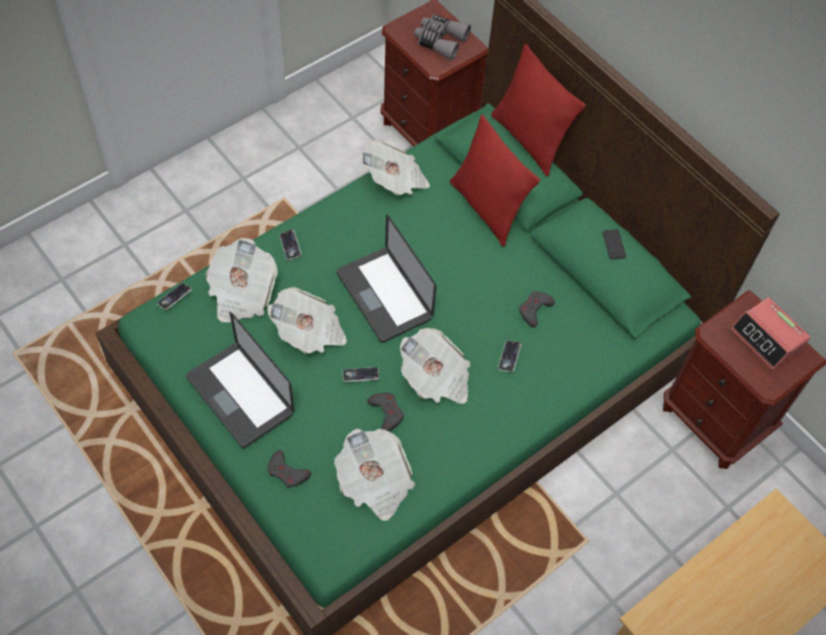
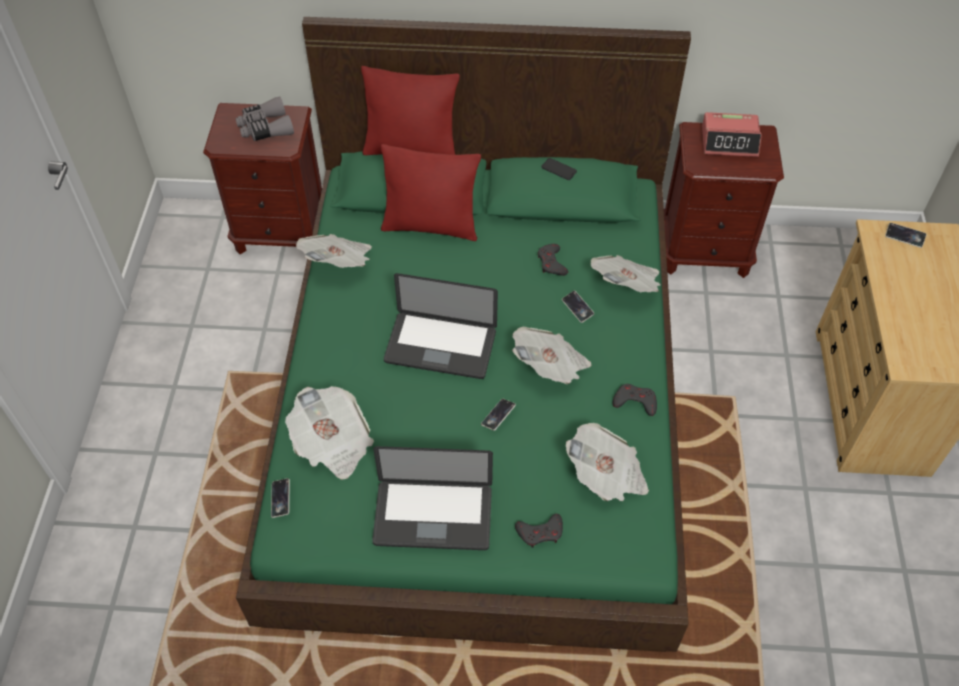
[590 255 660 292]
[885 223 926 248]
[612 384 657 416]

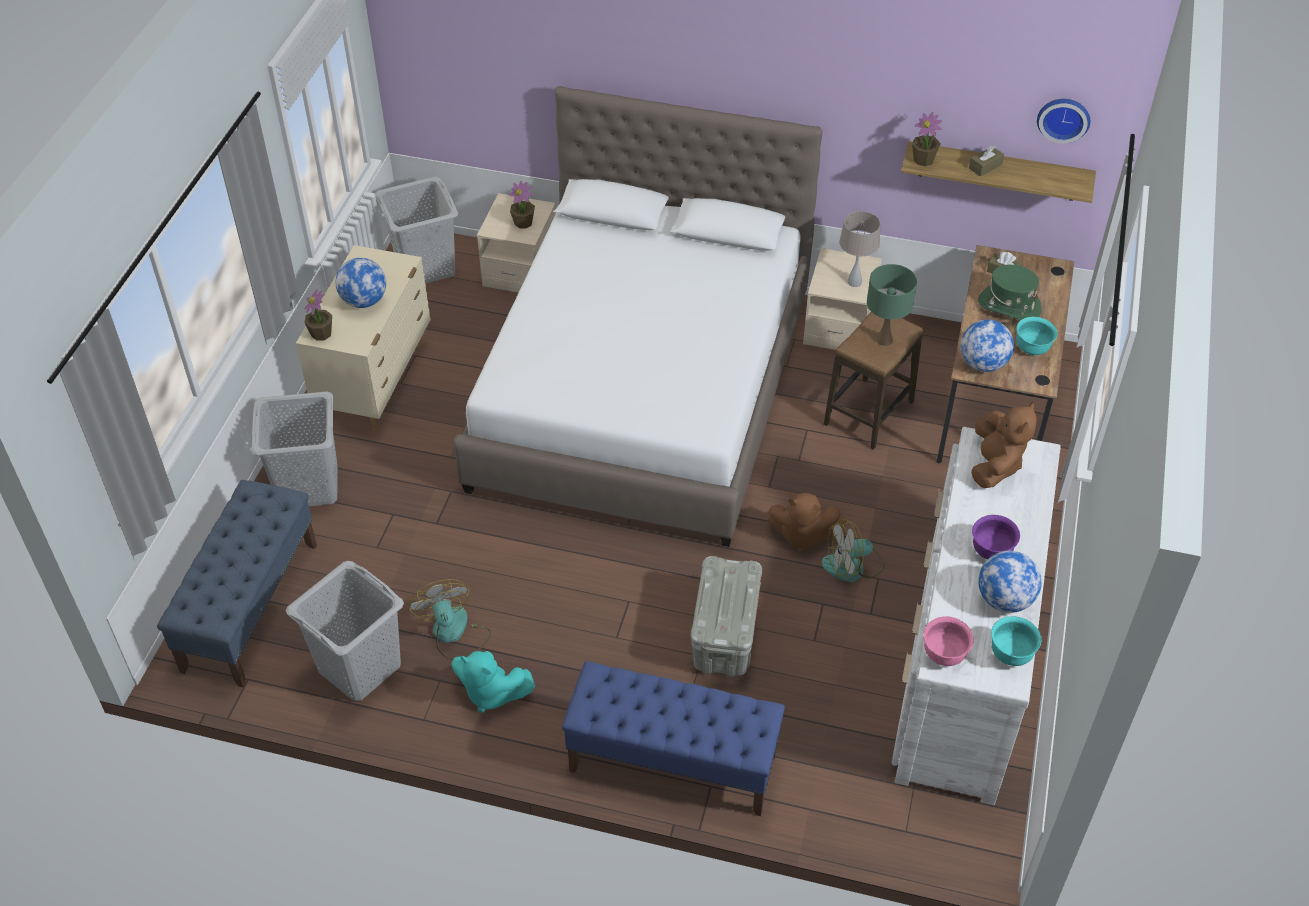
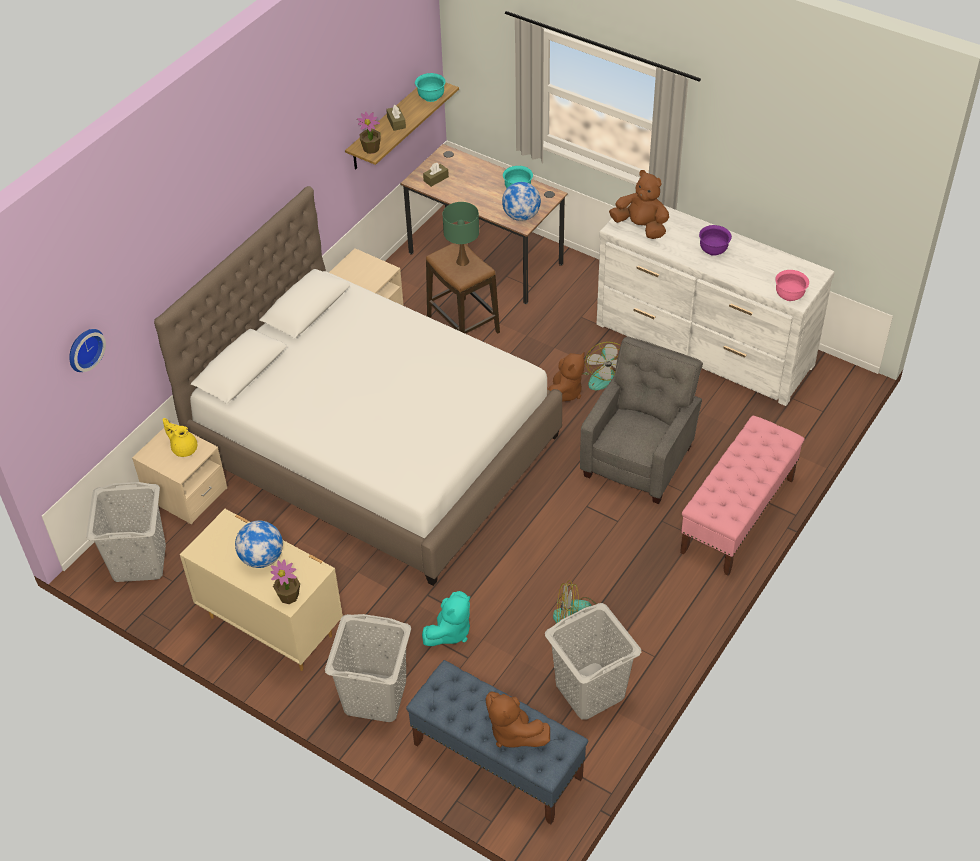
[839 211 881 287] (first image)
[978 265 1041 320] (first image)
[978 551 1042 613] (first image)
[485 691 550 748]
[422 591 470 646]
[415 73 446 102]
[70 329 106 372]
[163 418 197 457]
[580 336 703 504]
[680 415 805 576]

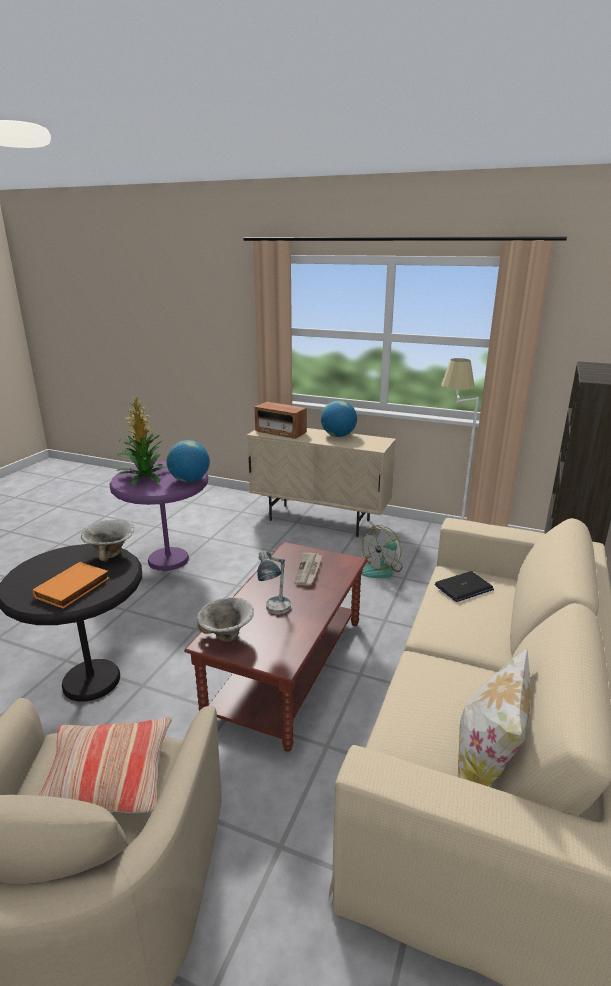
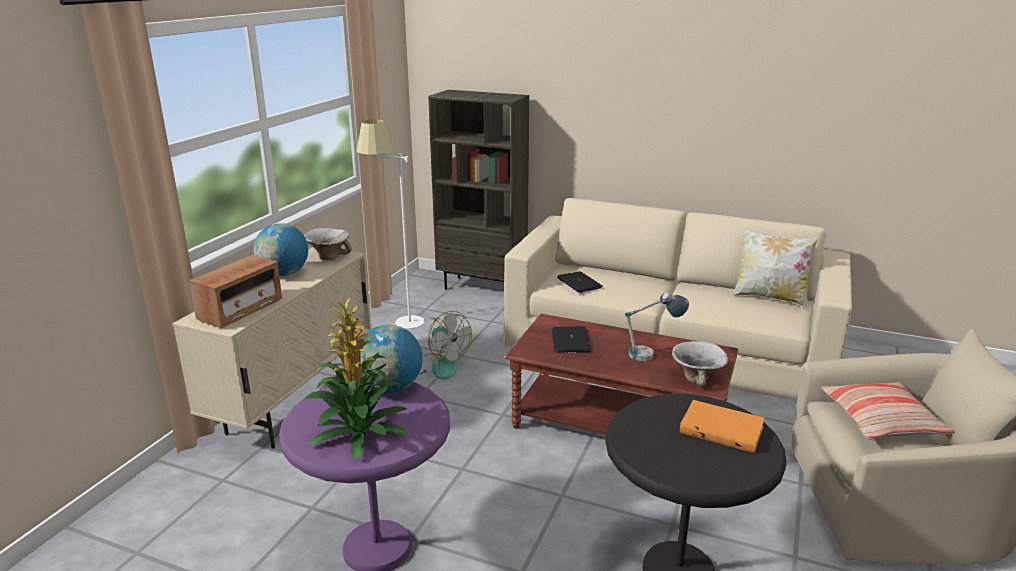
[304 228 352 260]
[551 326 591 353]

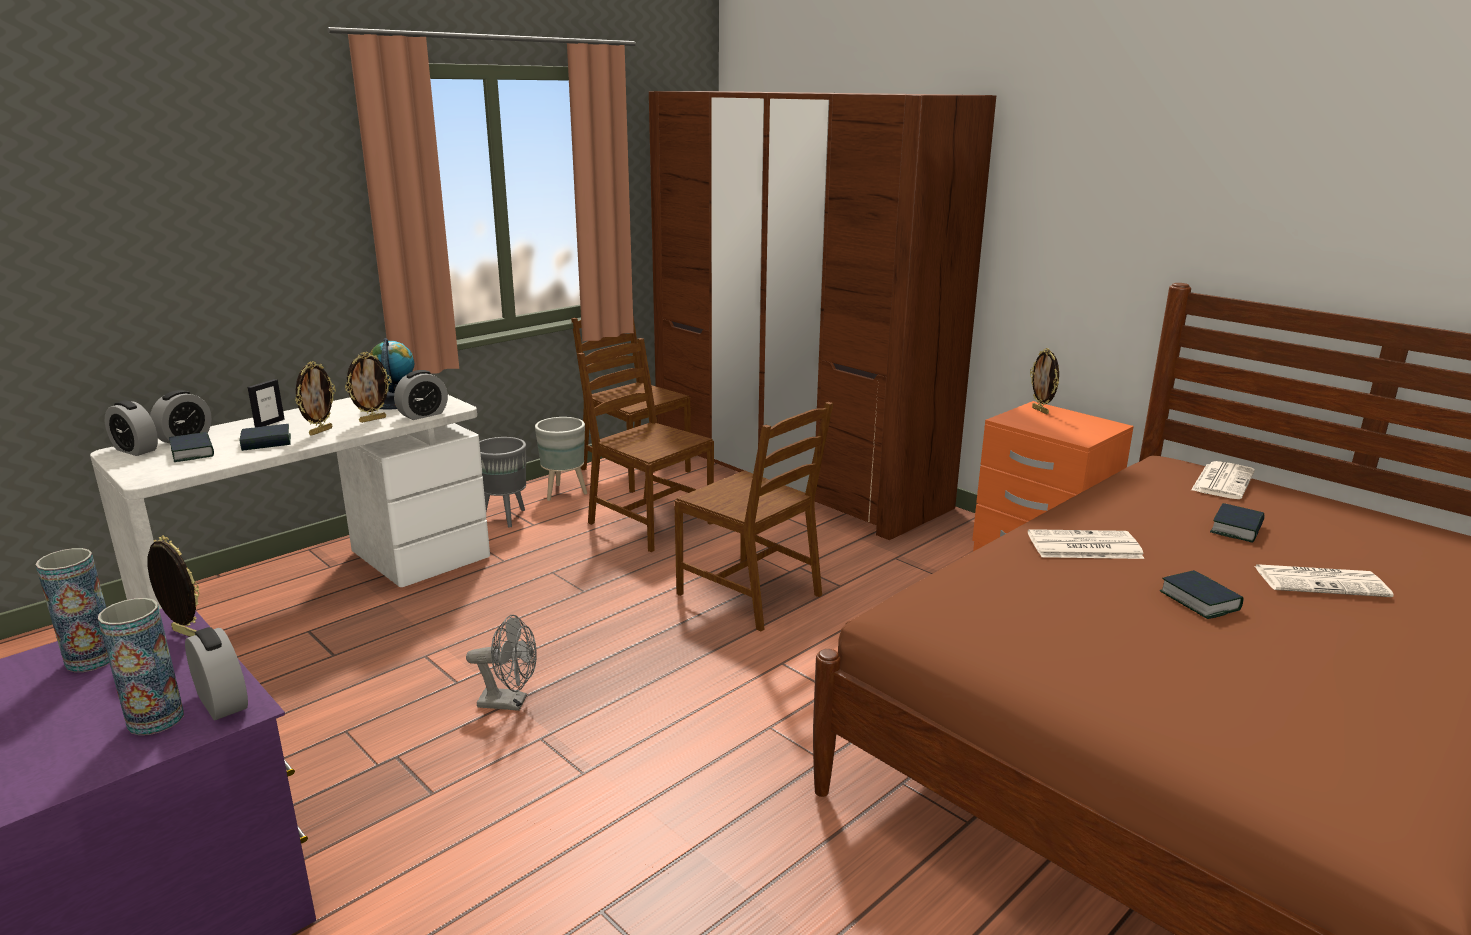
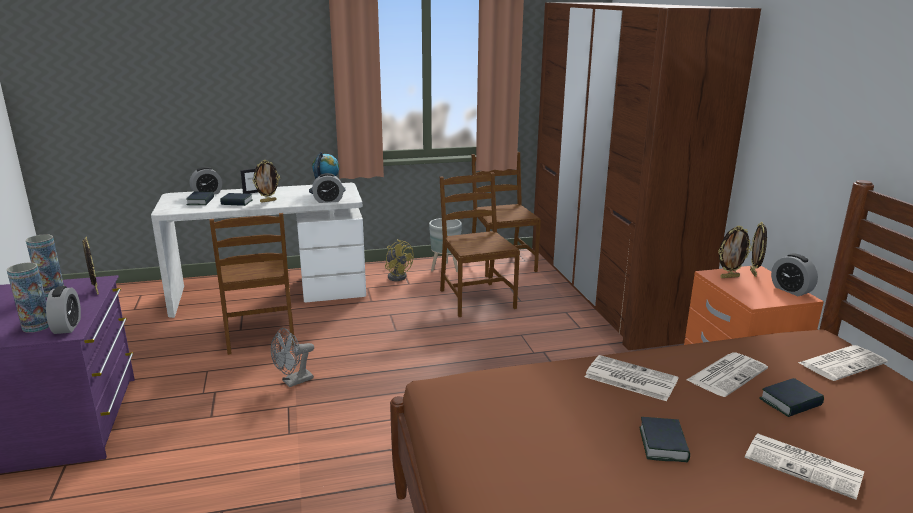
[687 352 768 397]
[771 254 818 296]
[718 226 752 278]
[209 213 295 355]
[385 239 414 281]
[271 328 314 387]

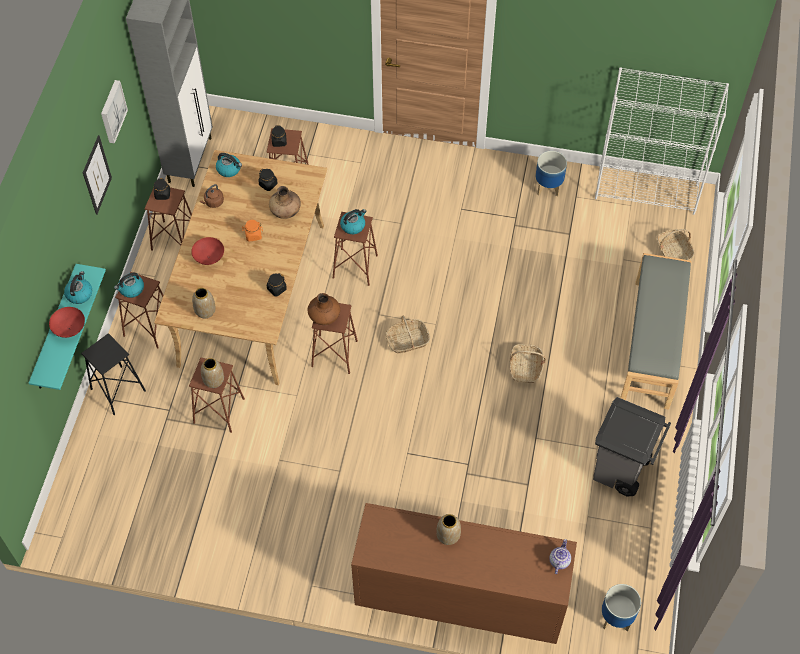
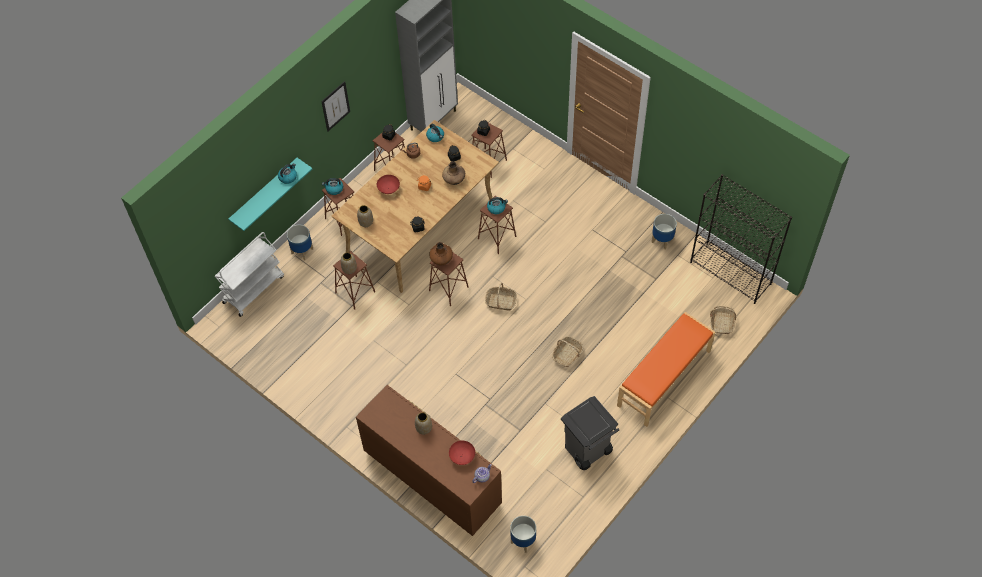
[101 80 128 144] (first image)
[215 232 284 317]
[449 441 475 465]
[287 225 313 260]
[690 174 792 304]
[617 312 715 427]

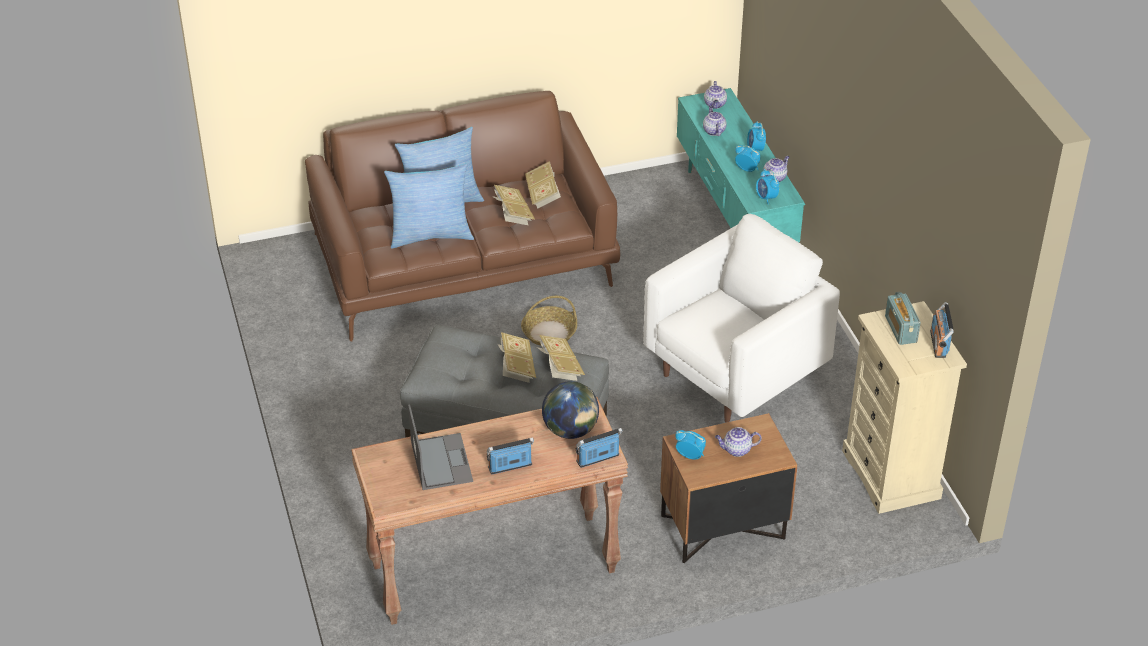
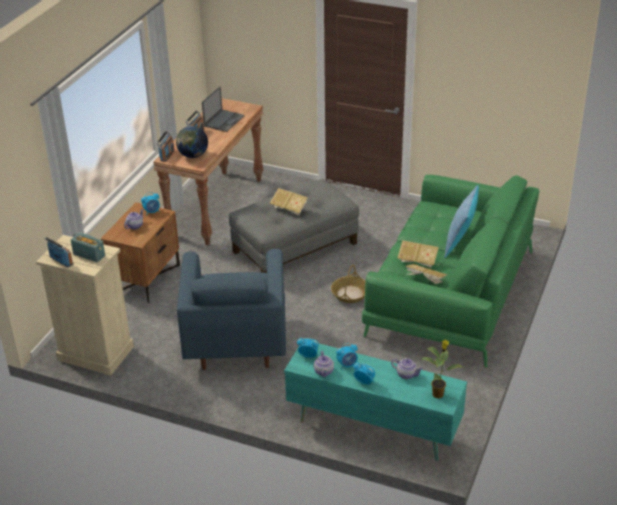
[384 163 474 249] (first image)
[537 335 585 381] (first image)
[422 340 464 398]
[362 175 539 368]
[177 249 286 370]
[202 86 244 132]

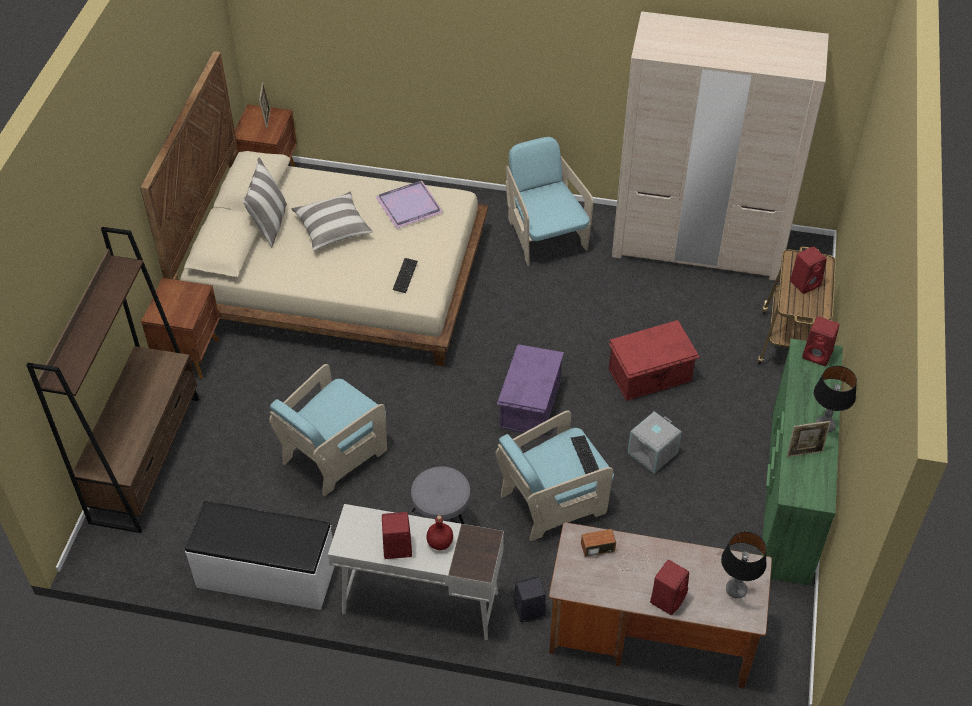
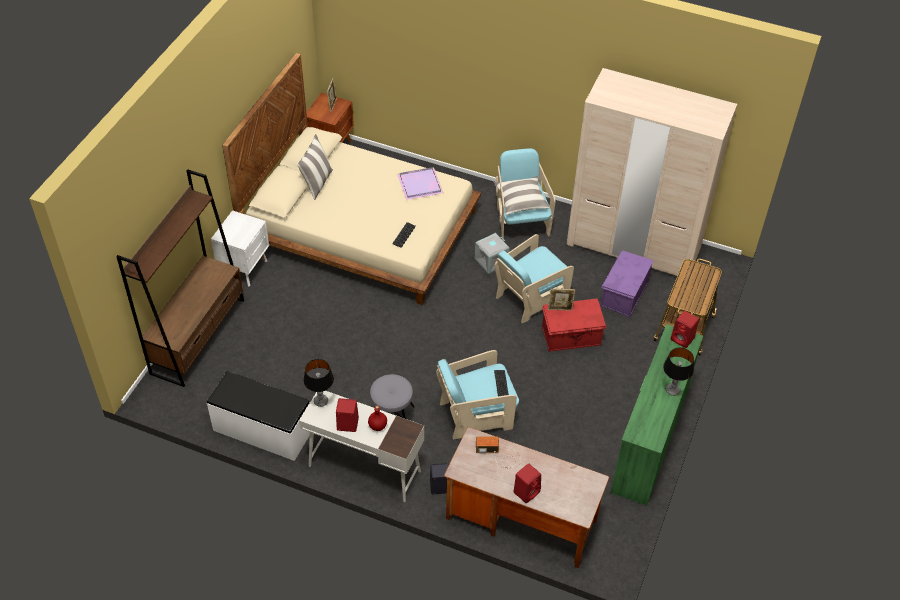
[790 246 827 294] (first image)
[495 234 574 323]
[494 176 550 215]
[600 250 654 317]
[475 233 510 274]
[303 359 334 407]
[548 289 575 311]
[211 210 269 287]

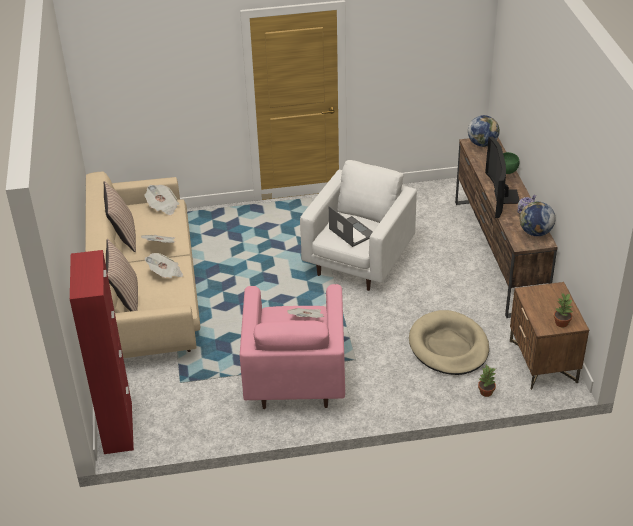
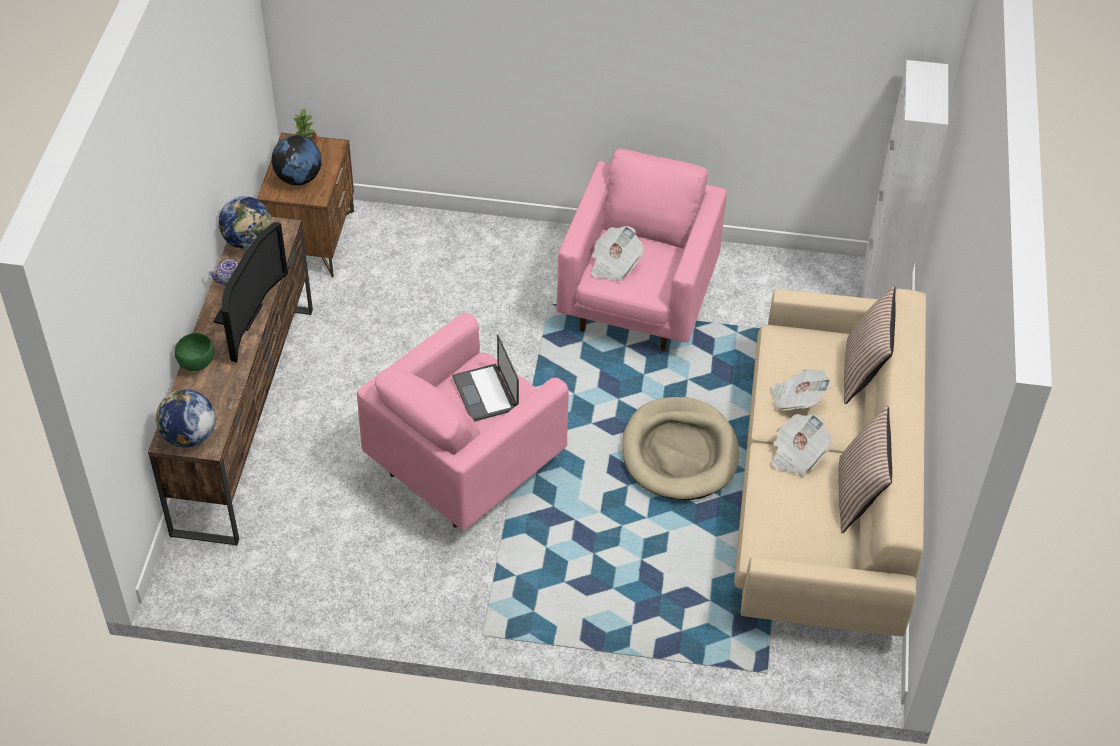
[145 185 180 215] (first image)
[478 365 496 397] (first image)
[272 135 322 185]
[622 397 739 500]
[863 60 948 299]
[357 313 569 530]

